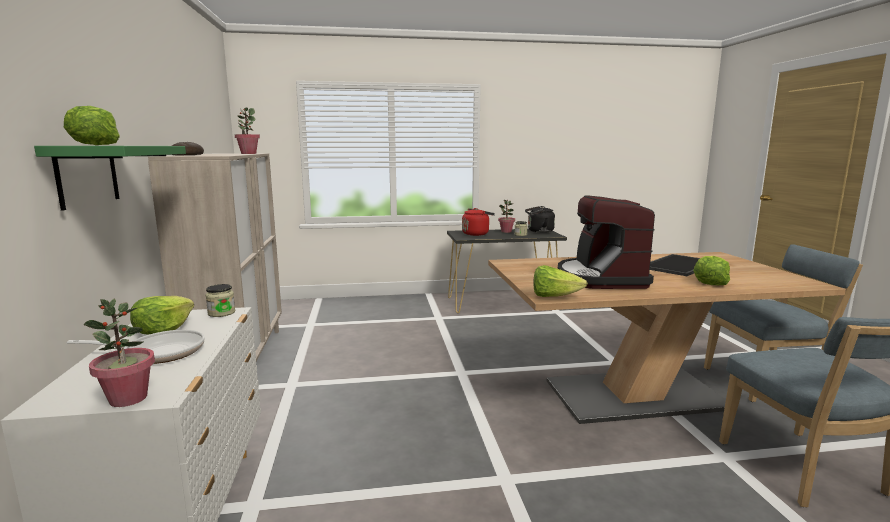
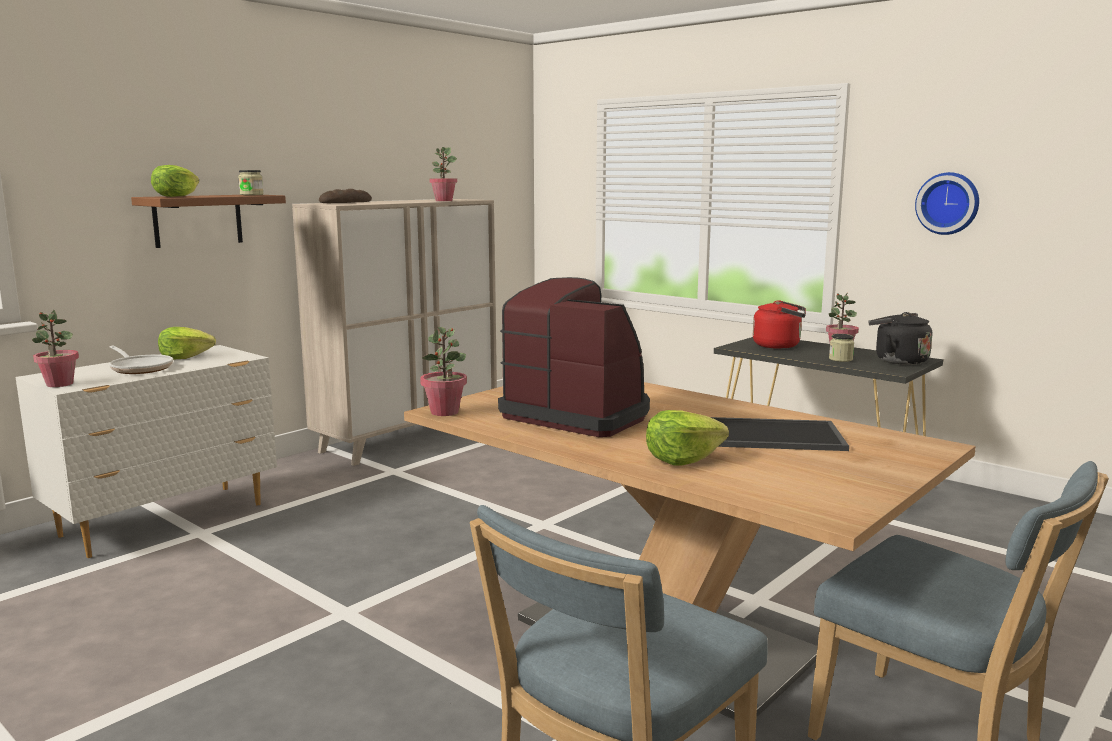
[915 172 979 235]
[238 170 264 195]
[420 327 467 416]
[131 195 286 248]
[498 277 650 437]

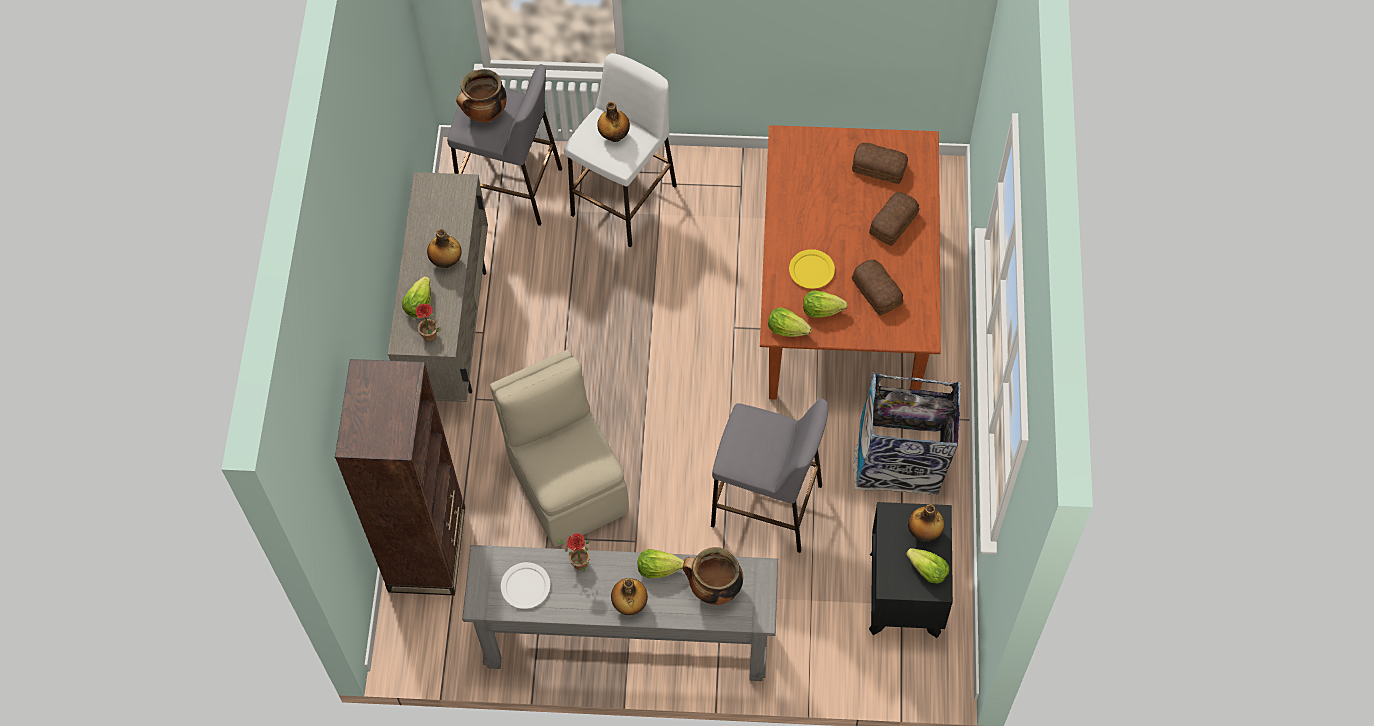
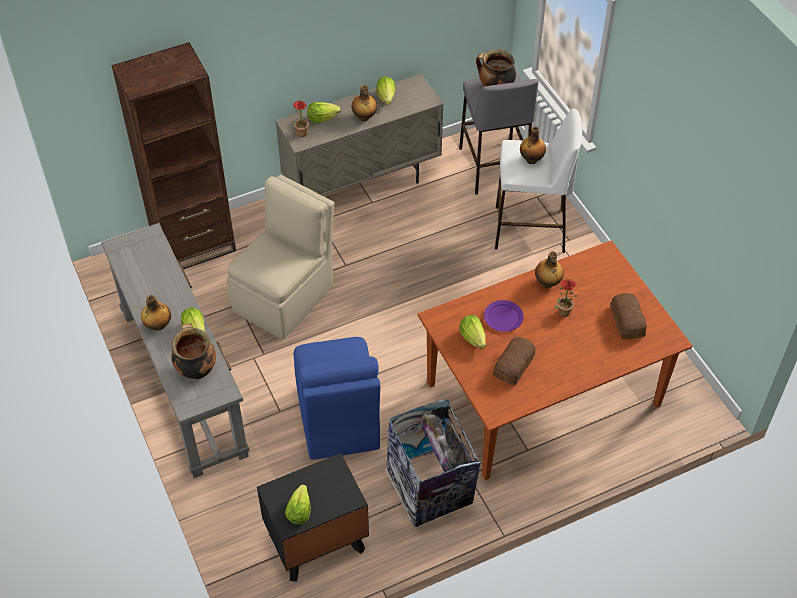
[501 562 550 609] (first image)
[869 192 919 246] (first image)
[554 278 578 317]
[376 76 395 105]
[535 251 564 288]
[294 337 380 460]
[484 300 524 332]

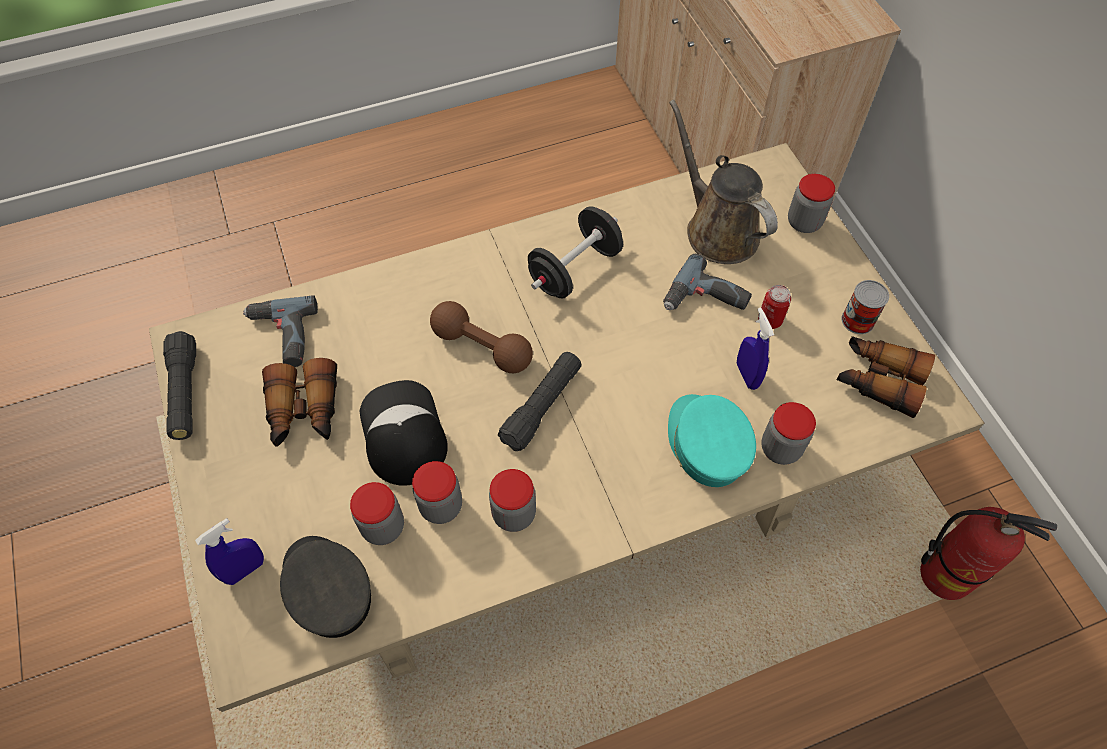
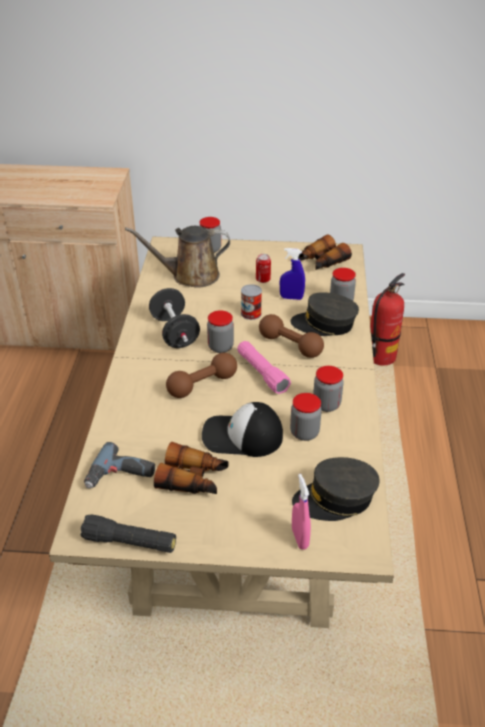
[663 254 752 310] (first image)
[259 314 324 358]
[207 310 234 353]
[241 284 262 320]
[292 474 311 550]
[237 341 291 394]
[290 292 359 336]

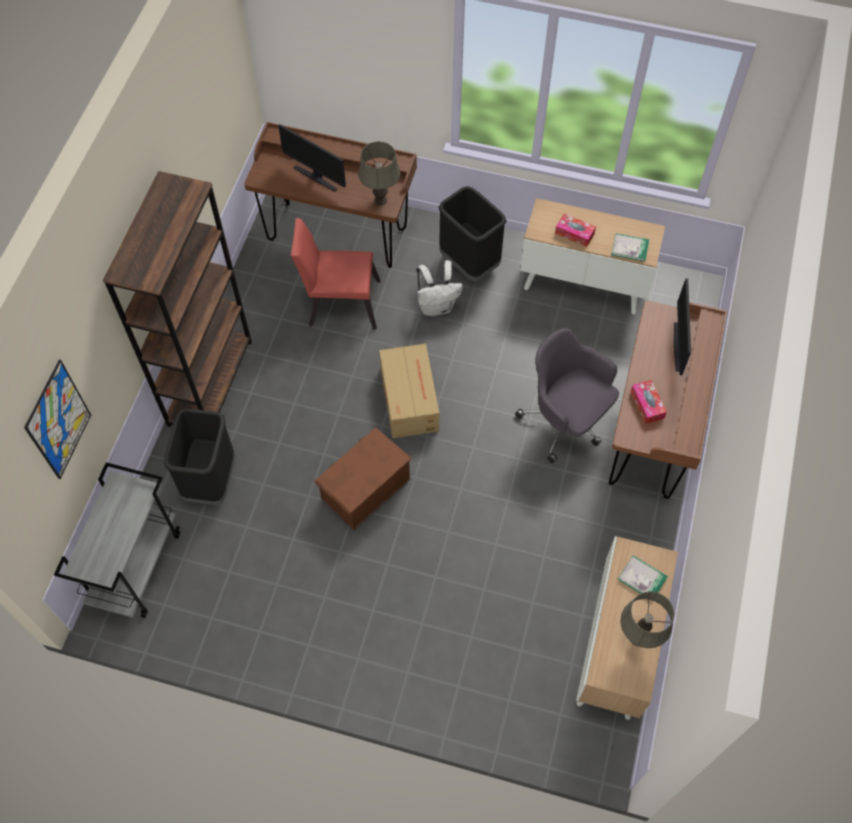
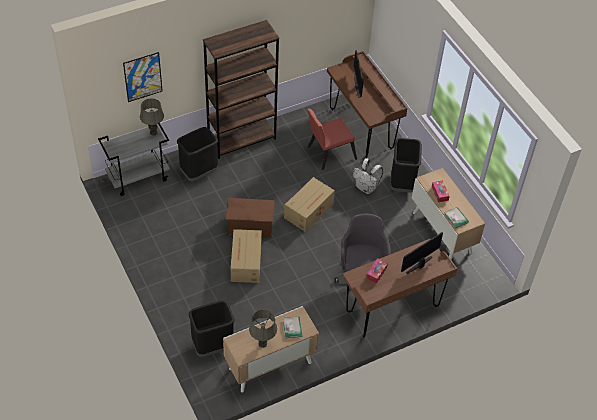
[189 301 235 357]
[231 229 262 283]
[140 98 164 136]
[308 109 357 170]

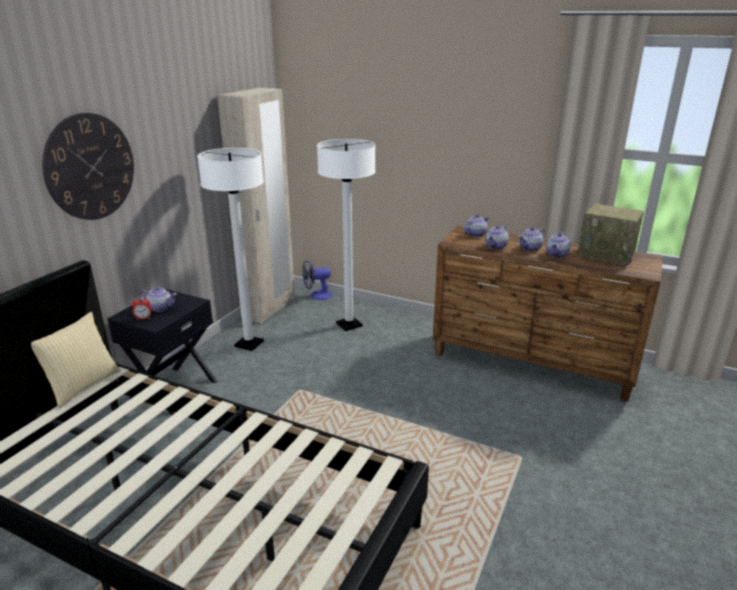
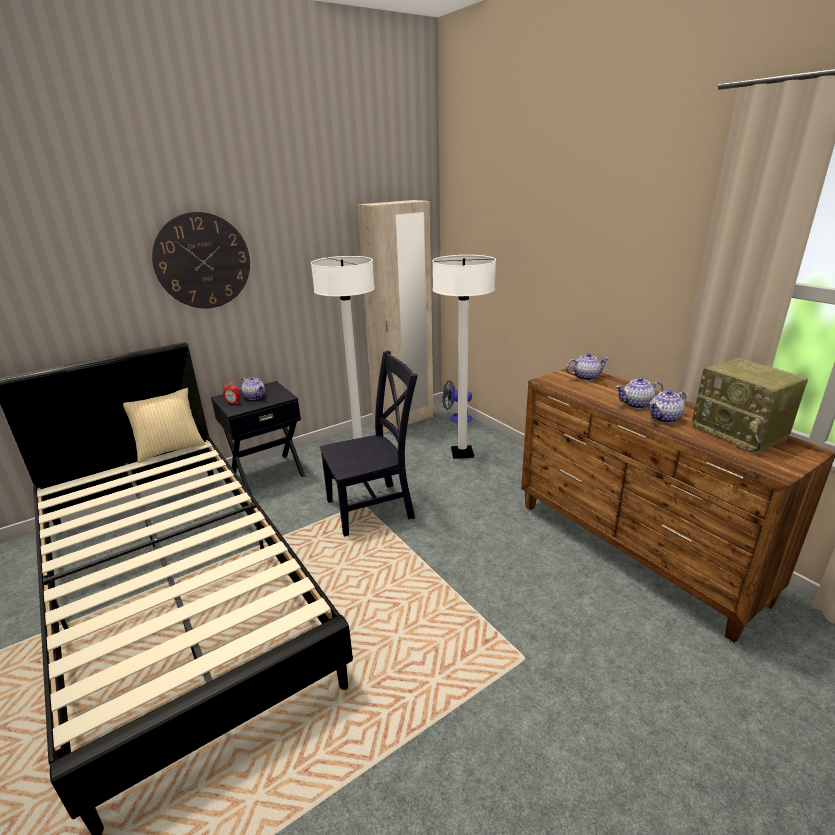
[485 225 509 249] (first image)
[320 351 418 537]

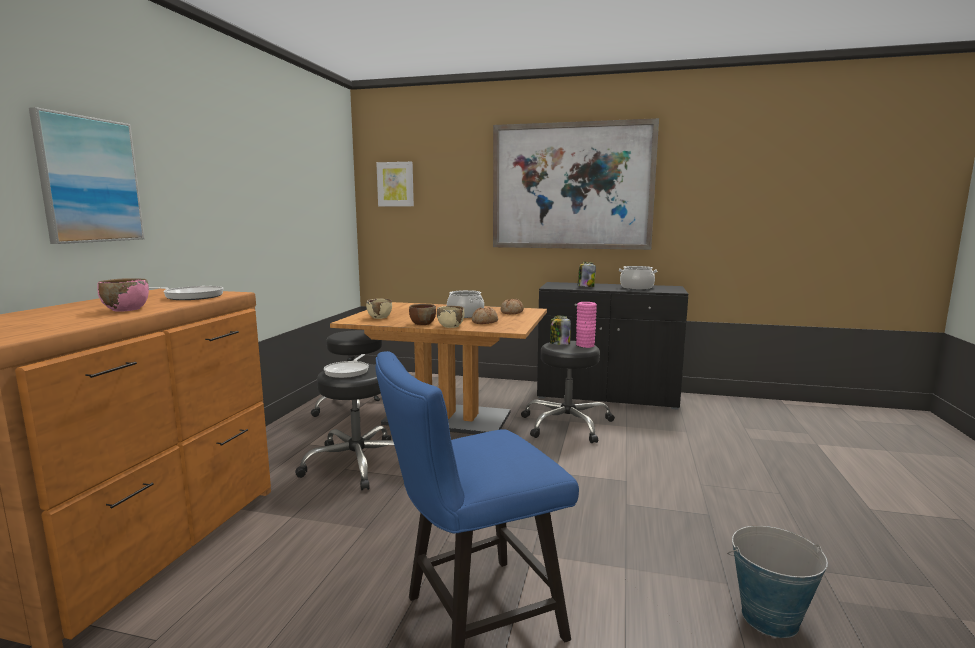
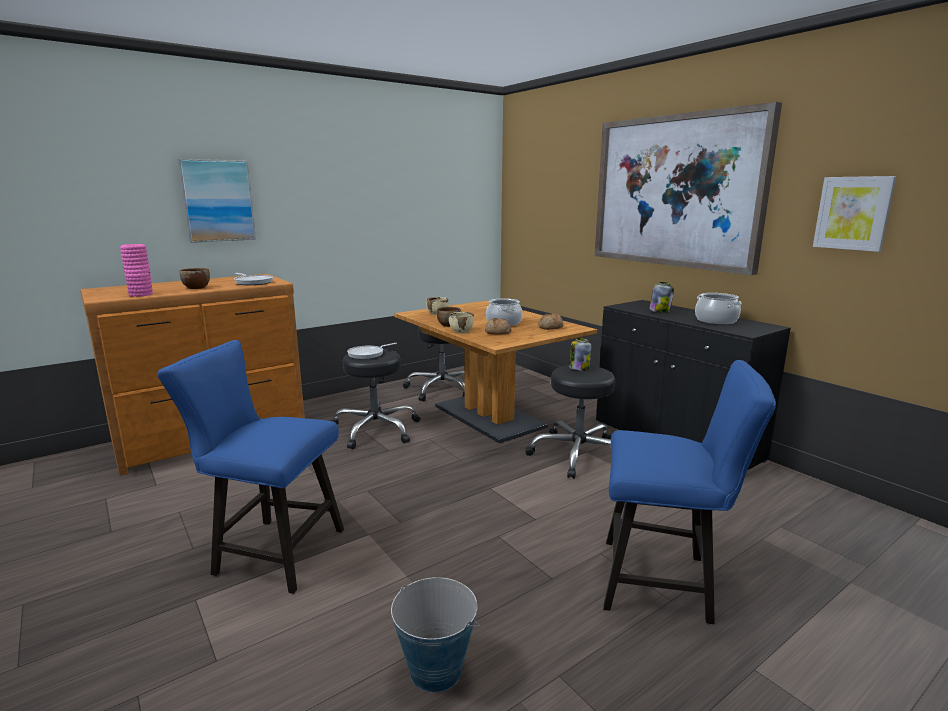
[604 360 776 624]
[813 176 896 252]
[120 244 153 297]
[180 268 210 289]

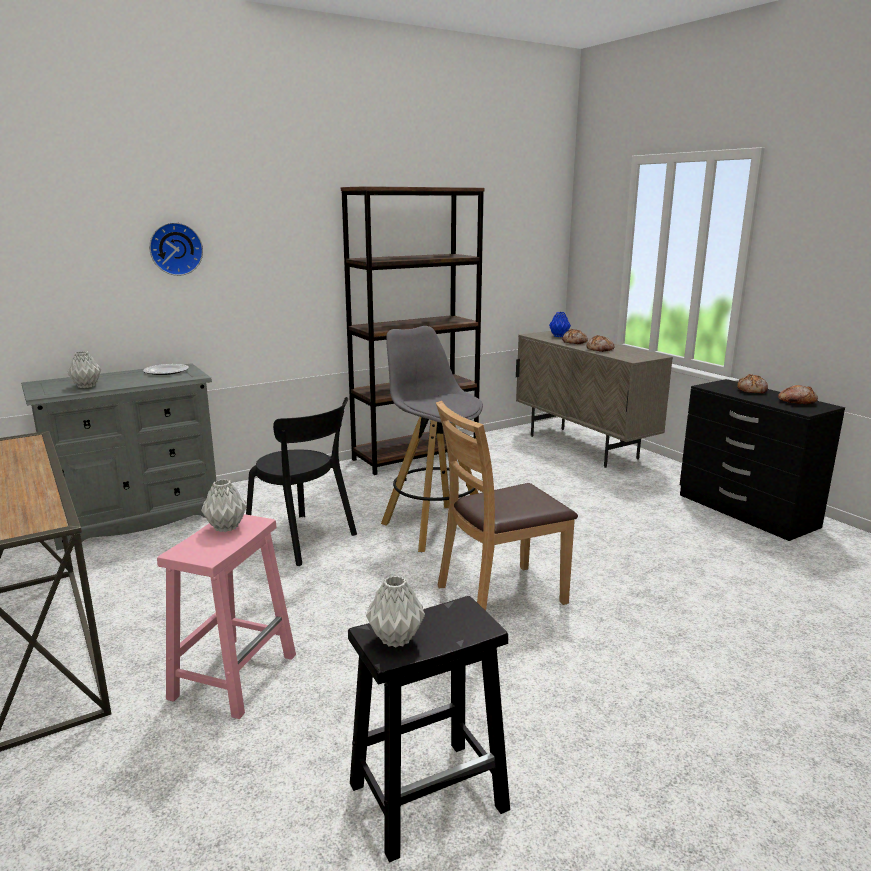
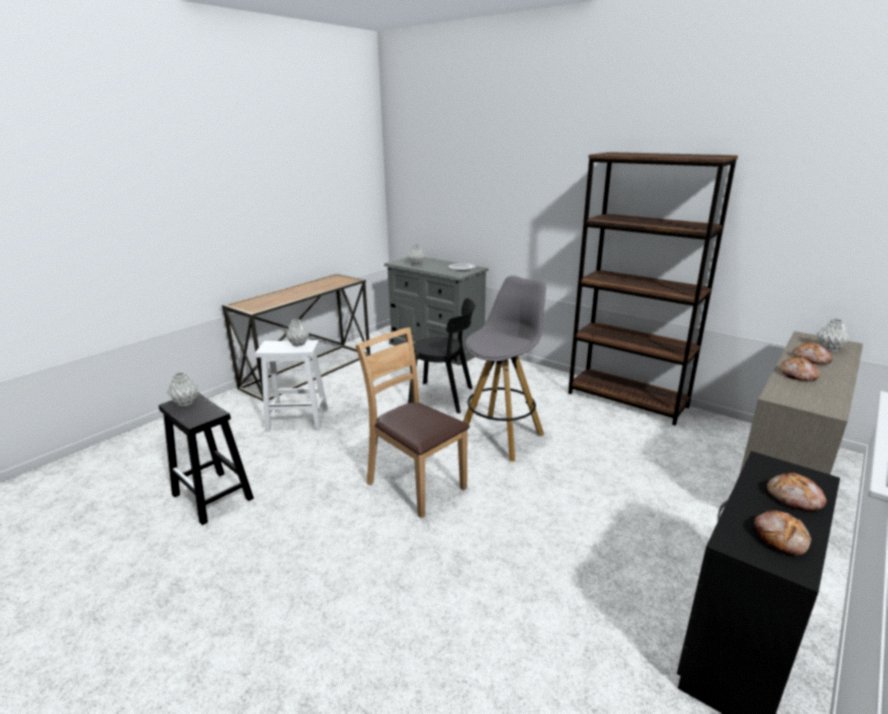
[149 222 203 276] (first image)
[255 340 328 431]
[817 319 849 351]
[408 298 475 413]

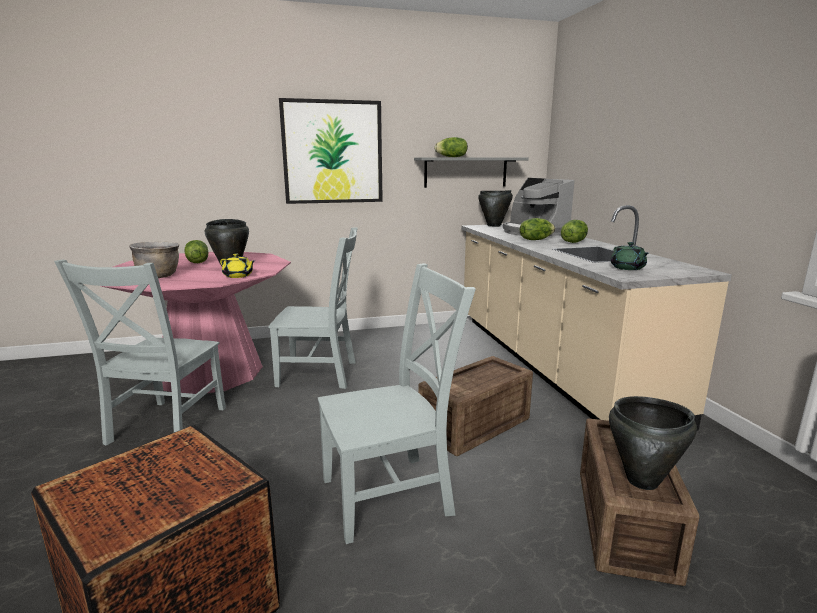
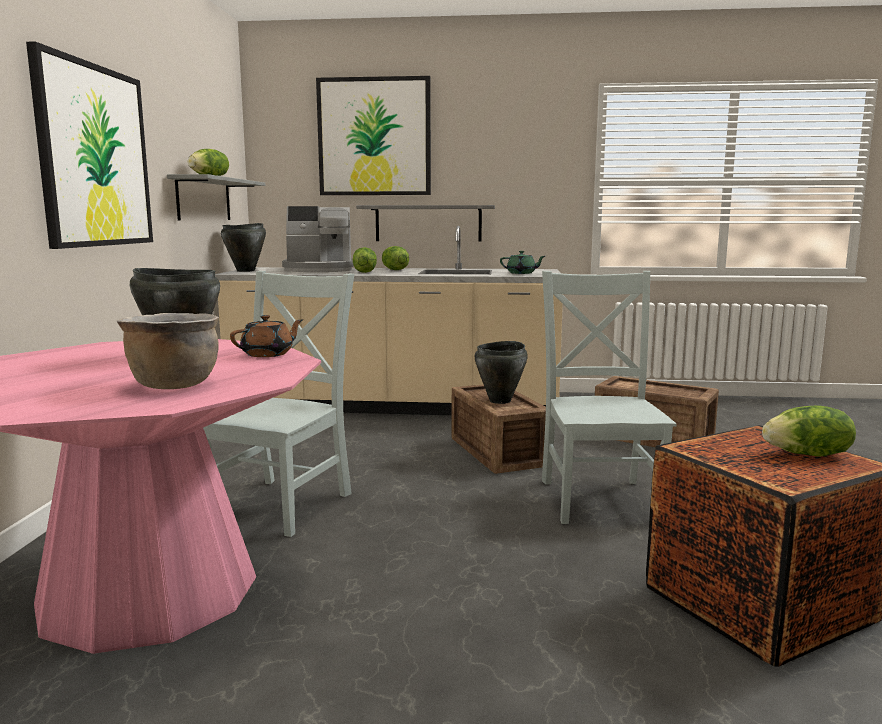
[54 260 226 446] (first image)
[316 76 431 195]
[356 205 495 241]
[762 405 856 457]
[475 341 527 404]
[230 315 303 357]

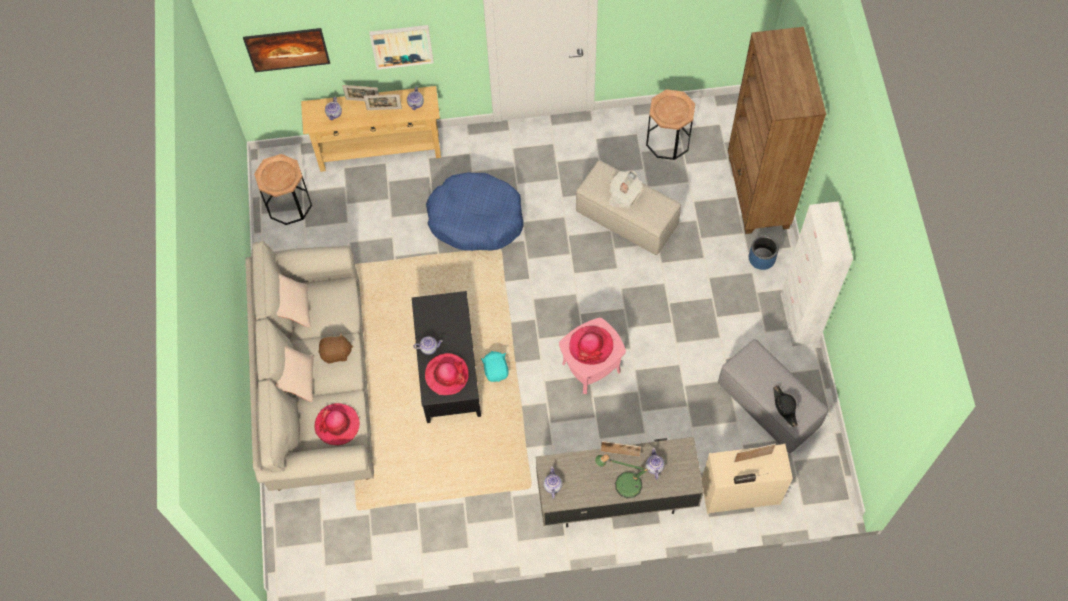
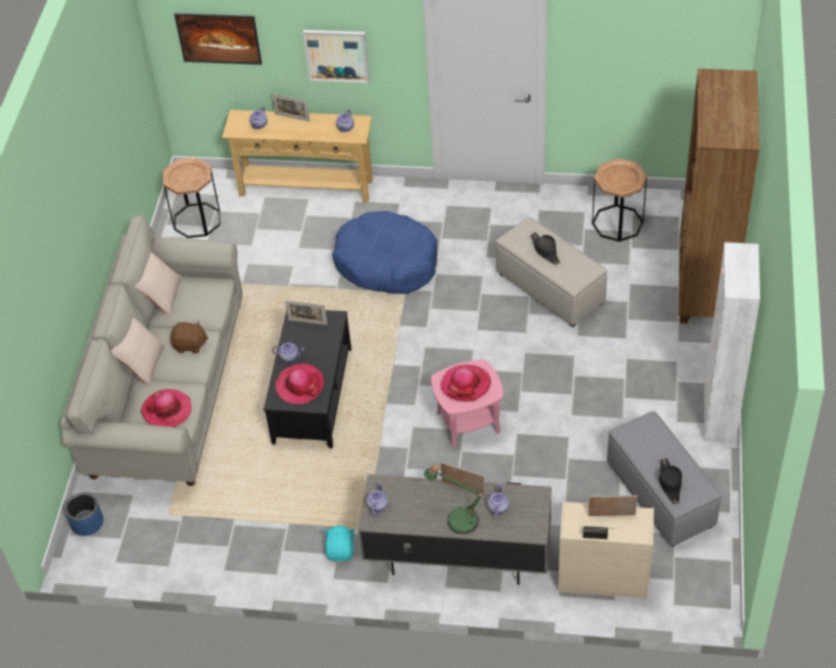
[285 300 328 325]
[323 525 354 562]
[64 493 104 536]
[531 232 560 265]

